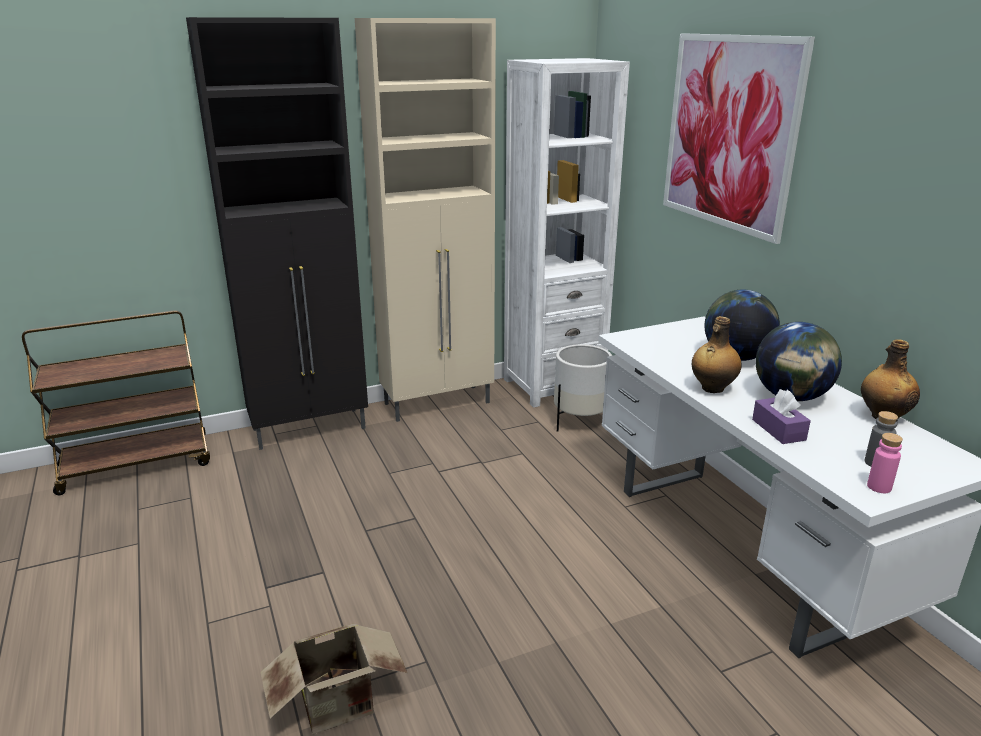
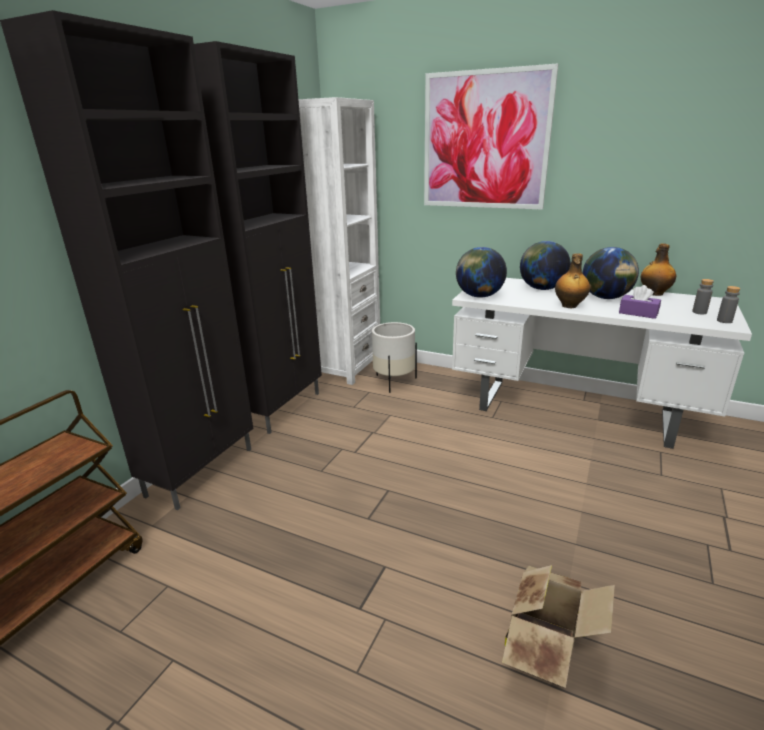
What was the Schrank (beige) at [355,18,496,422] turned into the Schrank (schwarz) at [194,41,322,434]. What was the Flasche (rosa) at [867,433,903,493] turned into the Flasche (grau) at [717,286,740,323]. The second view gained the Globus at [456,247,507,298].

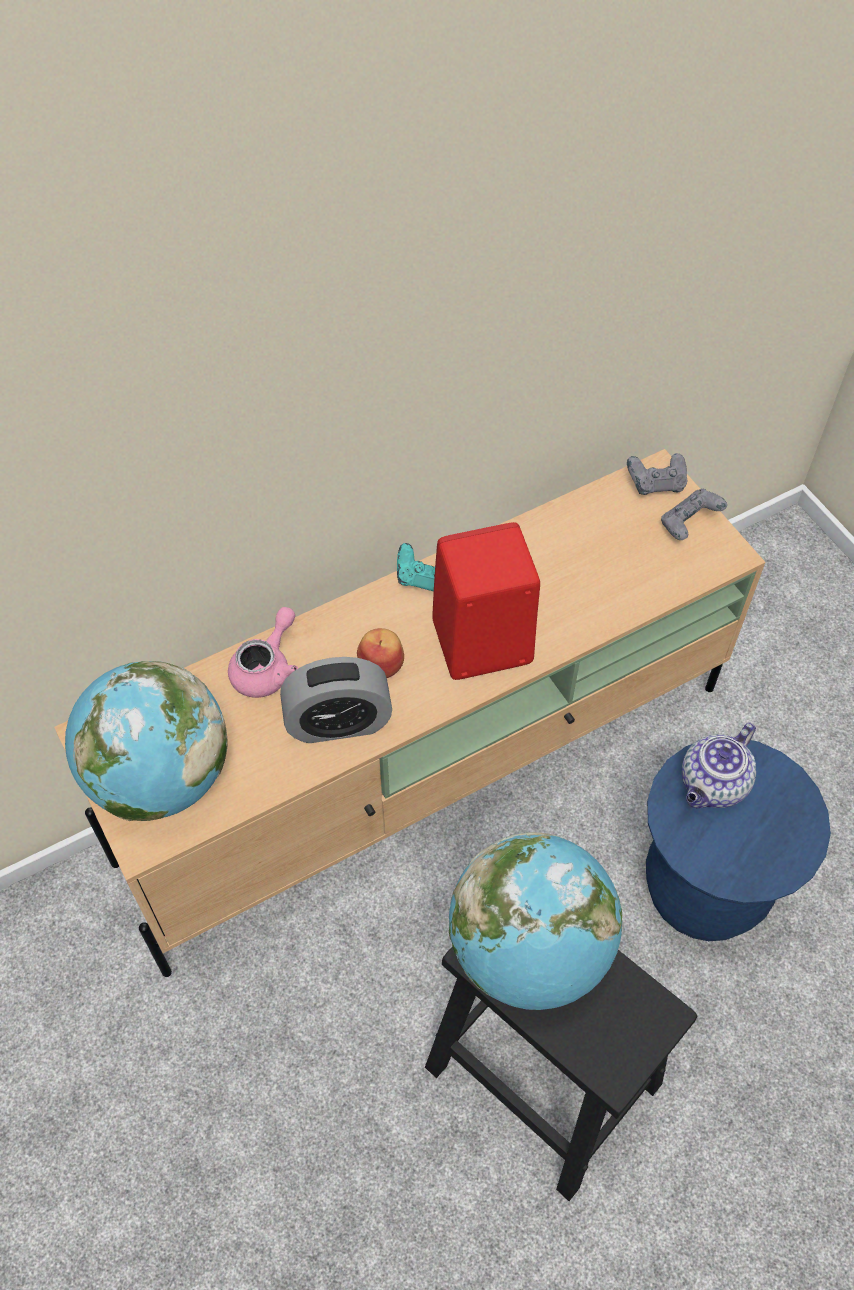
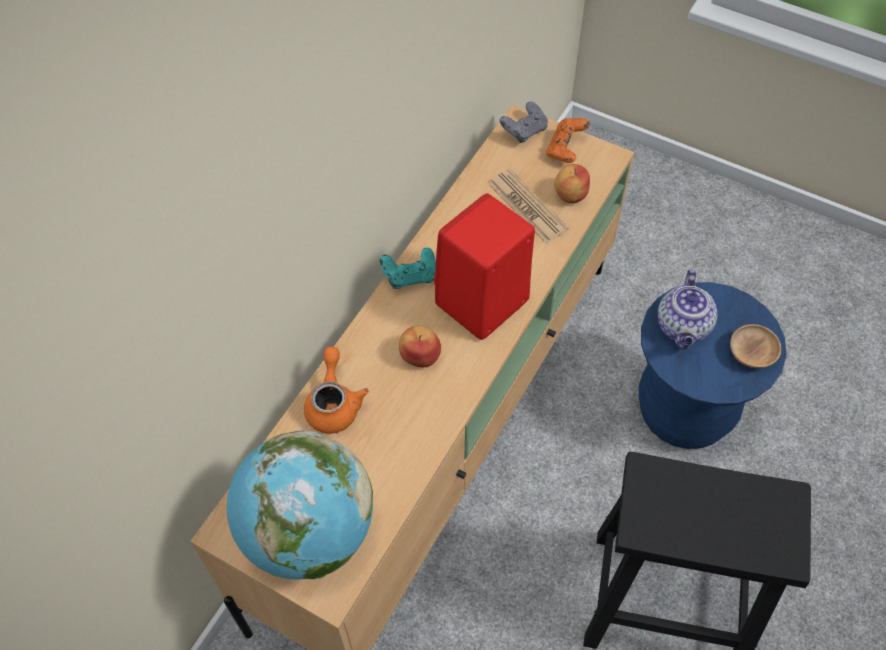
What was the Gamepad (grau) at [661,489,727,540] turned into the Gamepad (orange) at [546,118,590,163]. What was the Teekanne (rosa) at [228,607,298,698] turned into the Teekanne (orange) at [304,347,369,434]. The second view lost the Wecker at [280,657,392,743]. The second view lost the Globus at [449,832,622,1010]. The second view gained the Apfel at [554,164,590,203]. The second view gained the Zeitung at [488,169,569,243]. The second view gained the Schüssel (braun) at [730,324,781,369].

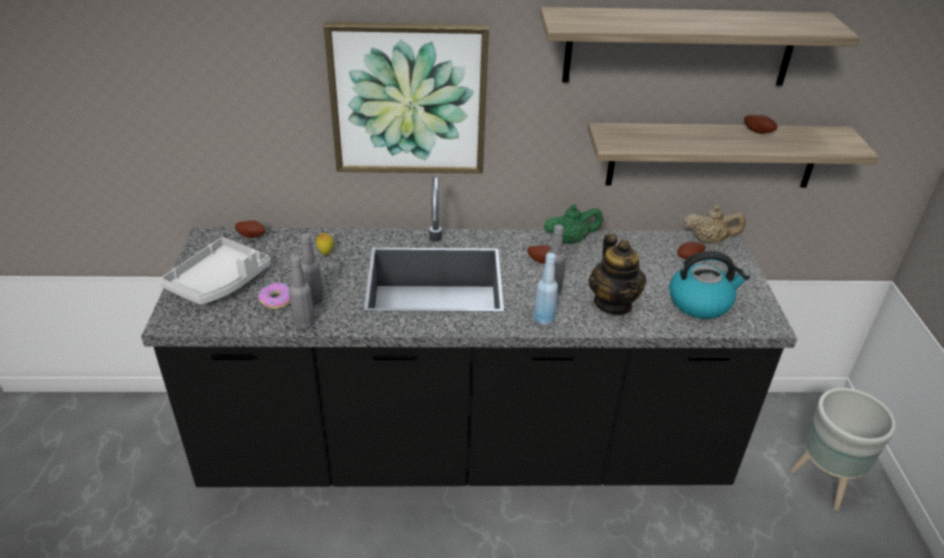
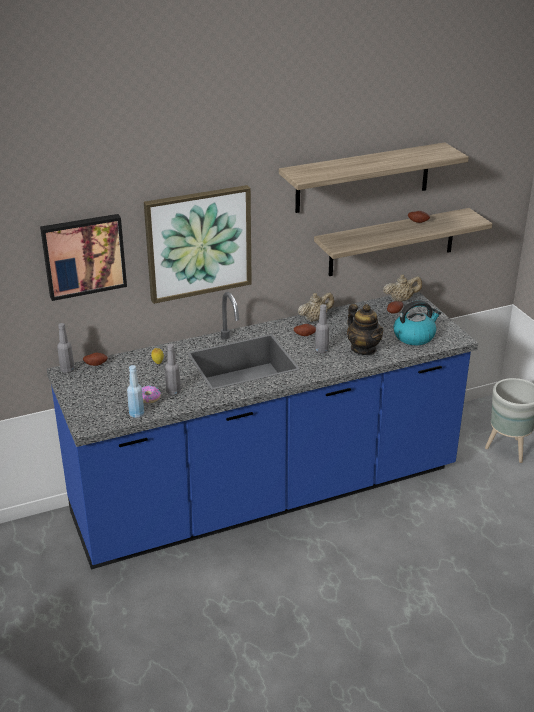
What was the Küchenzeile (schwarz) at [141,176,797,487] turned into the Küchenzeile (blau) at [47,292,478,569]. What was the Teekanne (grün) at [544,204,603,244] turned into the Teekanne (beige) at [298,292,334,322]. The second view lost the Tablett (grau) at [160,237,271,305]. The Flasche (blau) ended up elsewhere, having gone from [534,253,558,325] to [127,365,144,418]. The Flasche (grau) ended up elsewhere, having gone from [289,256,315,329] to [57,323,75,373]. The second view gained the Bild at [40,214,127,301].

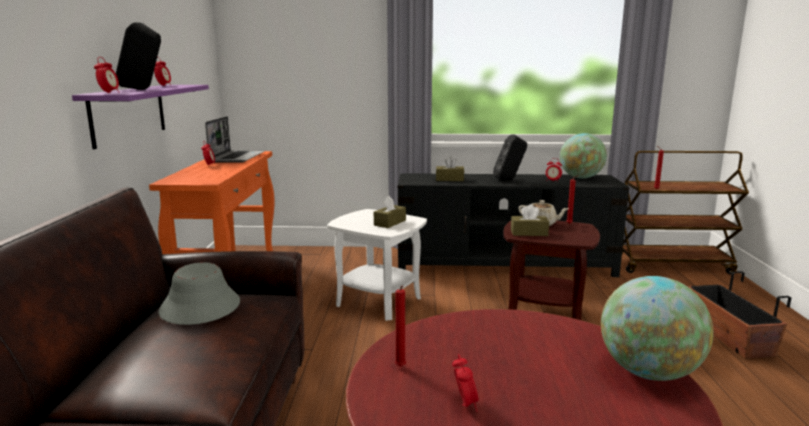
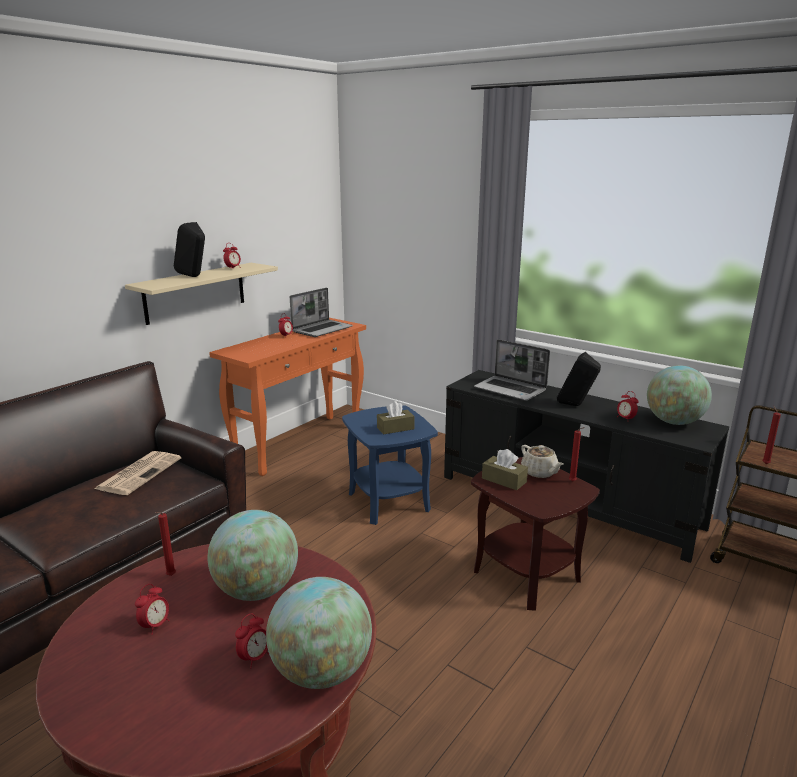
The Wecker ended up elsewhere, having gone from [94,57,119,94] to [235,613,269,668]. What was the Wandregal (lila) at [72,85,209,149] turned into the Wandregal (beige) at [125,263,278,325]. Where the Taschentuchbox (braun) stood at [436,156,464,181], the Laptop came to stand at [474,339,550,401]. What was the Beistelltisch (weiß) at [327,209,427,321] turned into the Beistelltisch (blau) at [342,405,438,525]. Where the Hut (grau) stood at [159,262,240,325], the Zeitung came to stand at [95,451,181,495]. The second view lost the Pflanzkübel at [687,271,791,358]. The second view gained the Globus at [208,510,298,601].

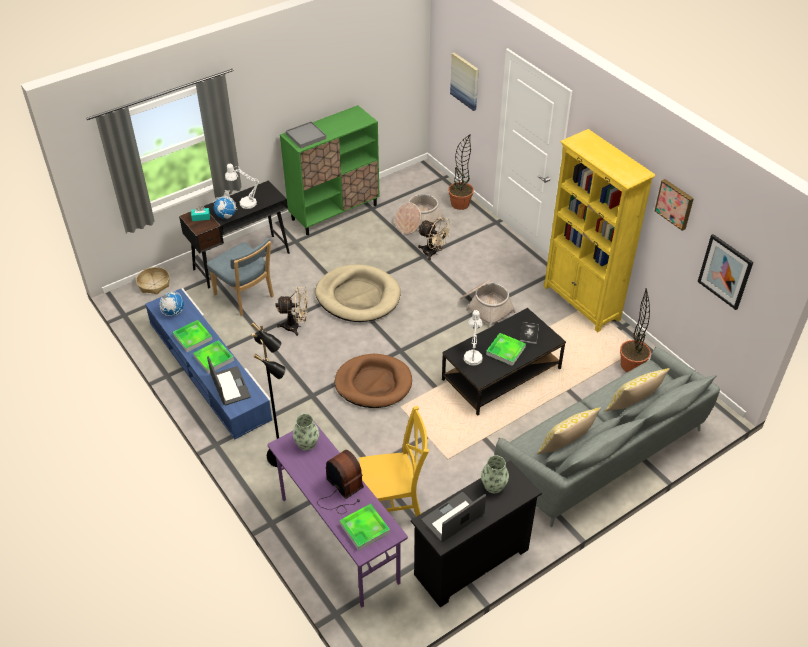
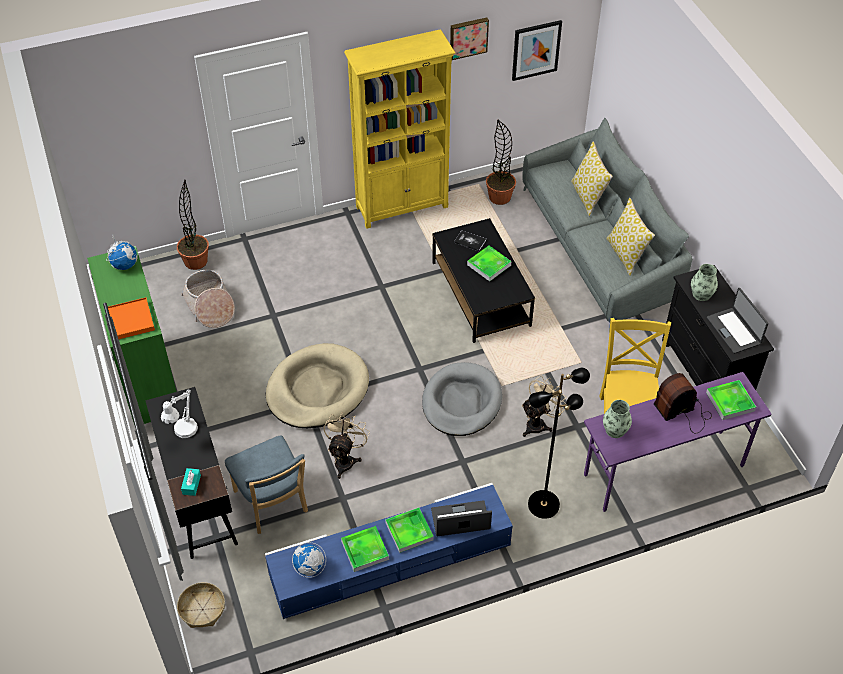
The second view lost the Bild at [450,52,479,111]. What was the Tablett (grau) at [286,122,326,148] turned into the Tablett (orange) at [108,297,155,339]. The Globus ended up elsewhere, having gone from [213,190,238,219] to [106,235,138,270]. The Ventilator (beige) ended up elsewhere, having gone from [417,217,452,260] to [521,376,567,437]. The Stuhl (blau) at [207,238,274,316] ended up facing another way, 90 degrees clockwise from before. The second view lost the Korb at [461,280,516,328]. The second view lost the Tischlampe (weiß) at [464,310,483,366]. What was the Hundebett (braun) at [335,354,412,408] turned into the Hundebett (grau) at [422,362,502,436].

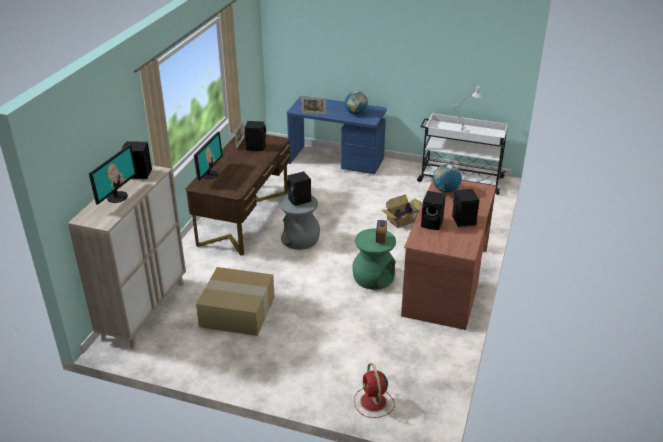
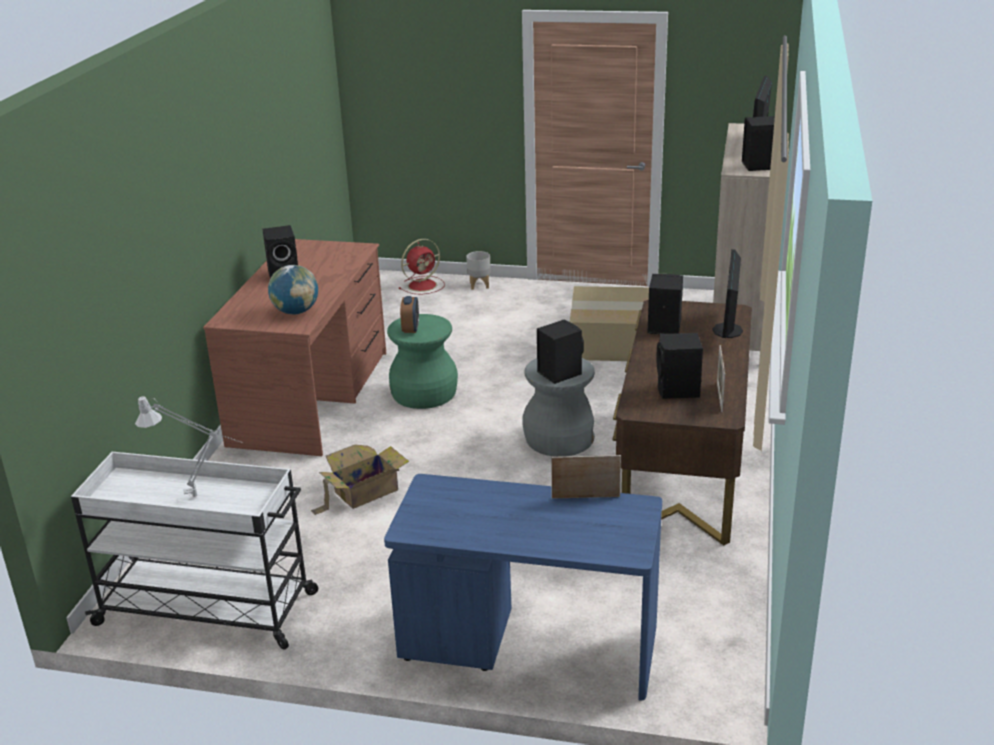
The second view lost the Globus at [345,91,368,115]. The Lautsprecher (schwarz) ended up elsewhere, having gone from [421,191,446,230] to [648,274,683,334]. The Ventilator (rot) at [354,363,395,418] ended up facing another way, 75 degrees clockwise from before. The second view gained the Pflanzkübel (grau) at [466,251,491,290].

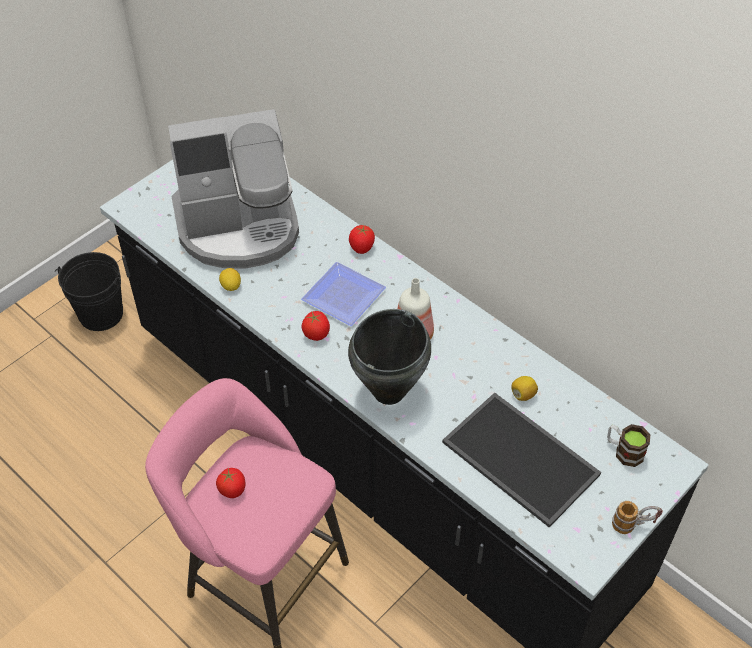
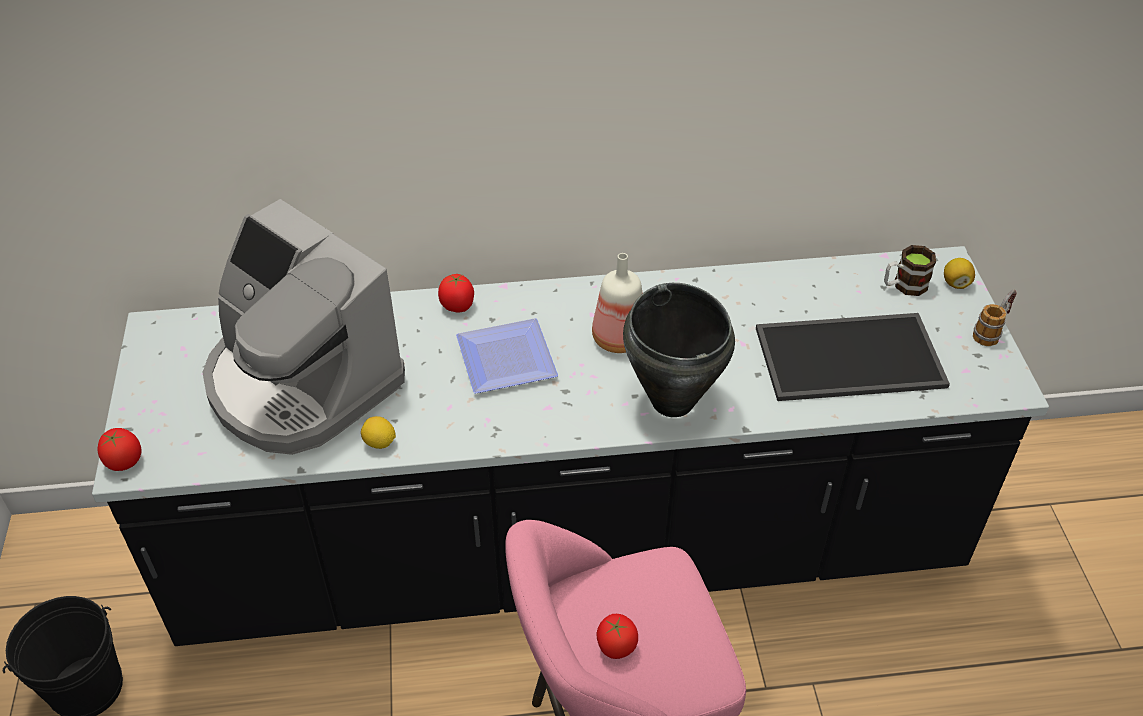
The Kaffeemaschine at [168,109,299,268] ended up facing another way, 105 degrees clockwise from before. The Tomate ended up elsewhere, having gone from [302,311,330,341] to [97,428,141,471]. The Zitrone ended up elsewhere, having gone from [511,376,538,401] to [944,258,975,289].

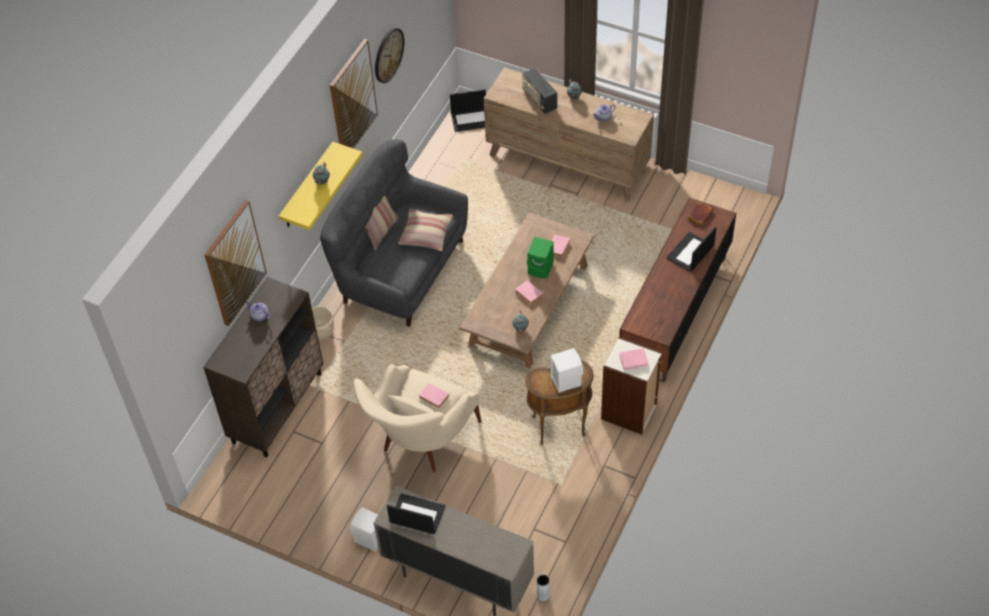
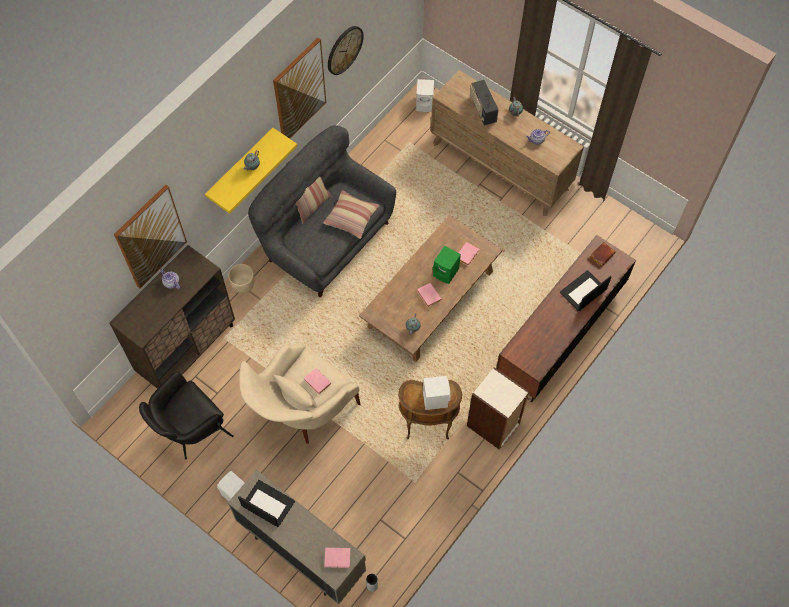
Where the Laptop stood at [450,89,486,132], the Lautsprecher (weiß) came to stand at [416,79,434,112]. The Buch (rosa) ended up elsewhere, having gone from [619,348,648,370] to [324,548,350,568]. The second view gained the Sessel (schwarz) at [139,372,234,460].

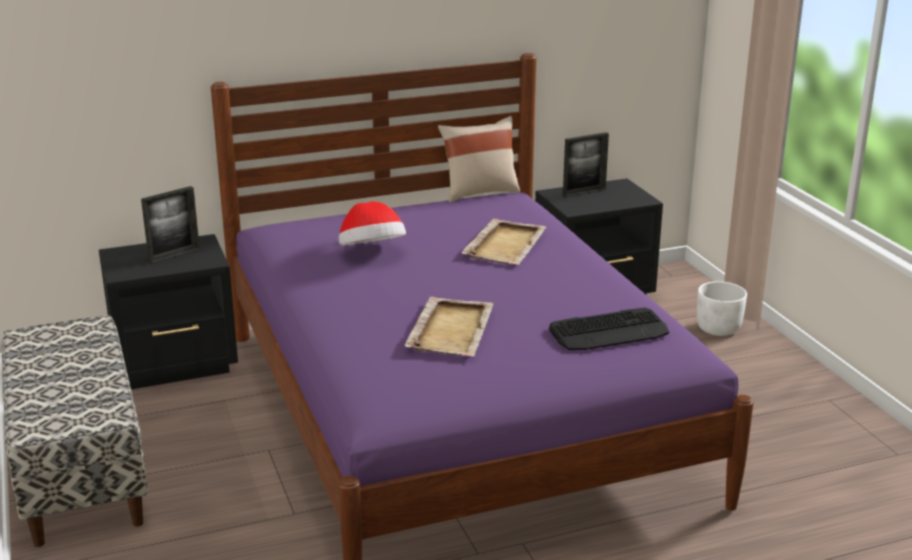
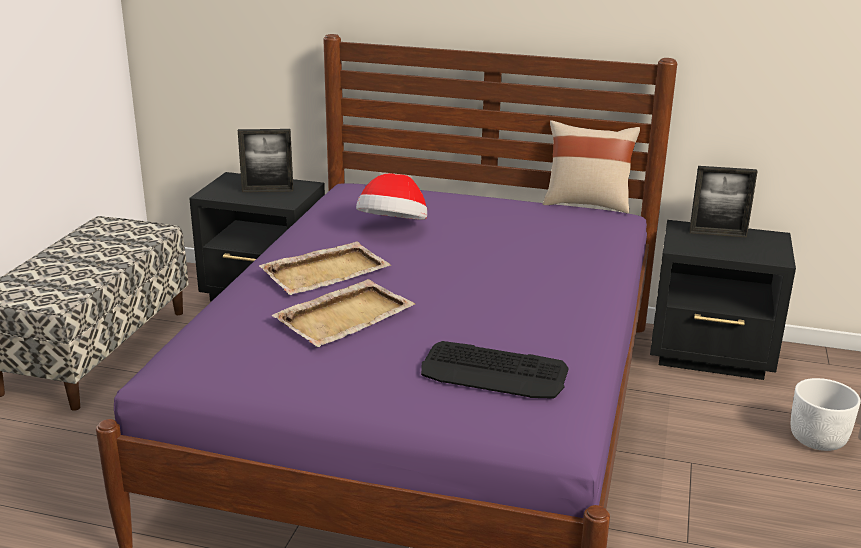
The Tablett (beige) ended up elsewhere, having gone from [462,218,546,265] to [259,242,391,295].

